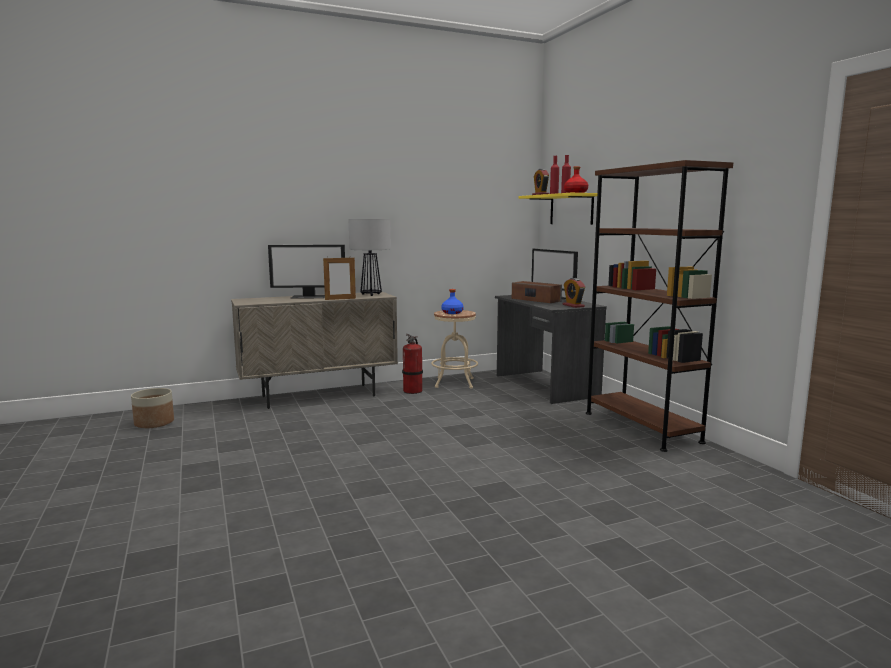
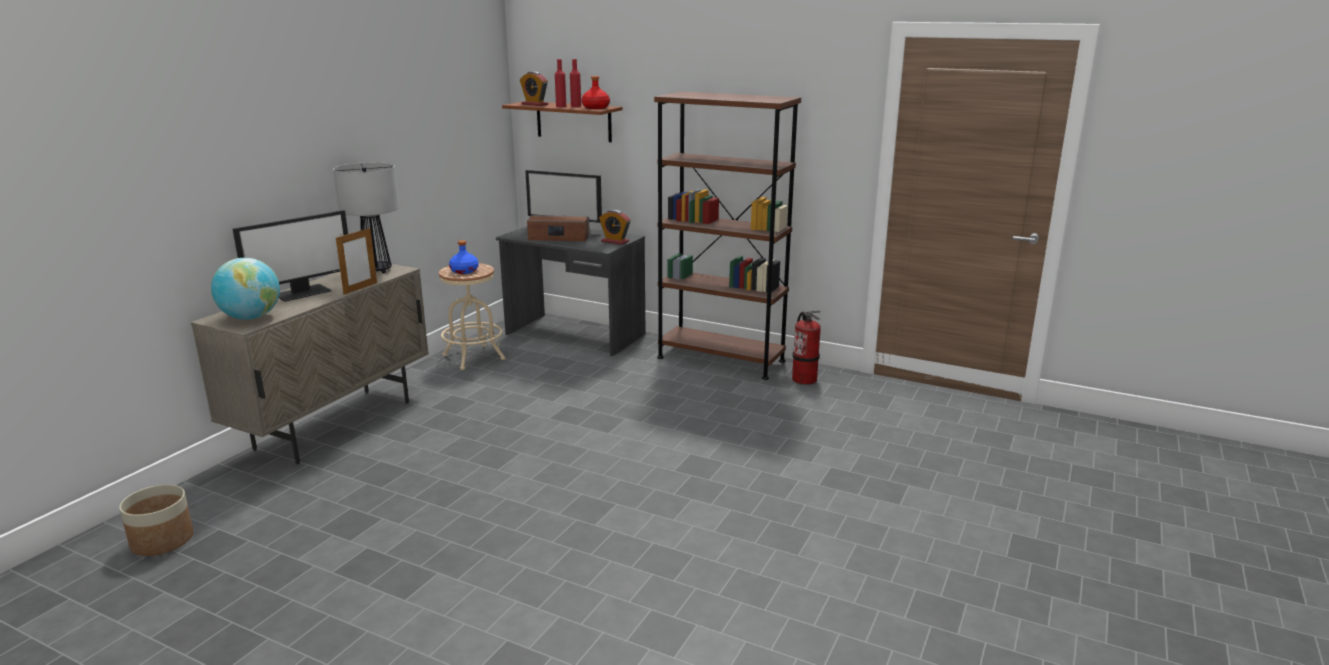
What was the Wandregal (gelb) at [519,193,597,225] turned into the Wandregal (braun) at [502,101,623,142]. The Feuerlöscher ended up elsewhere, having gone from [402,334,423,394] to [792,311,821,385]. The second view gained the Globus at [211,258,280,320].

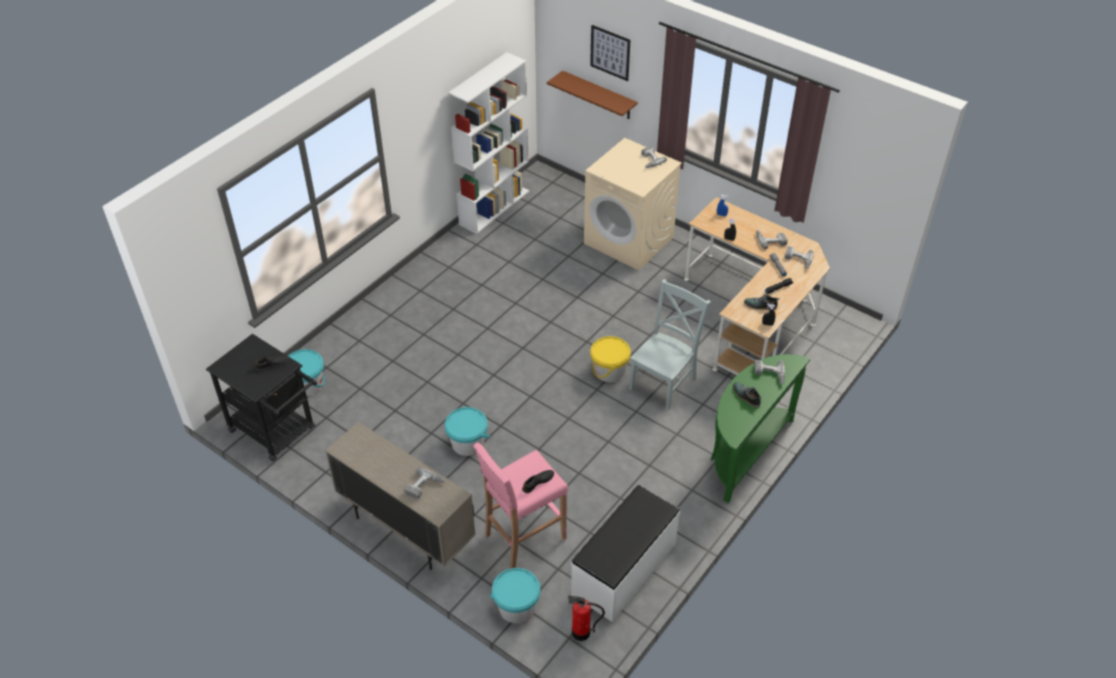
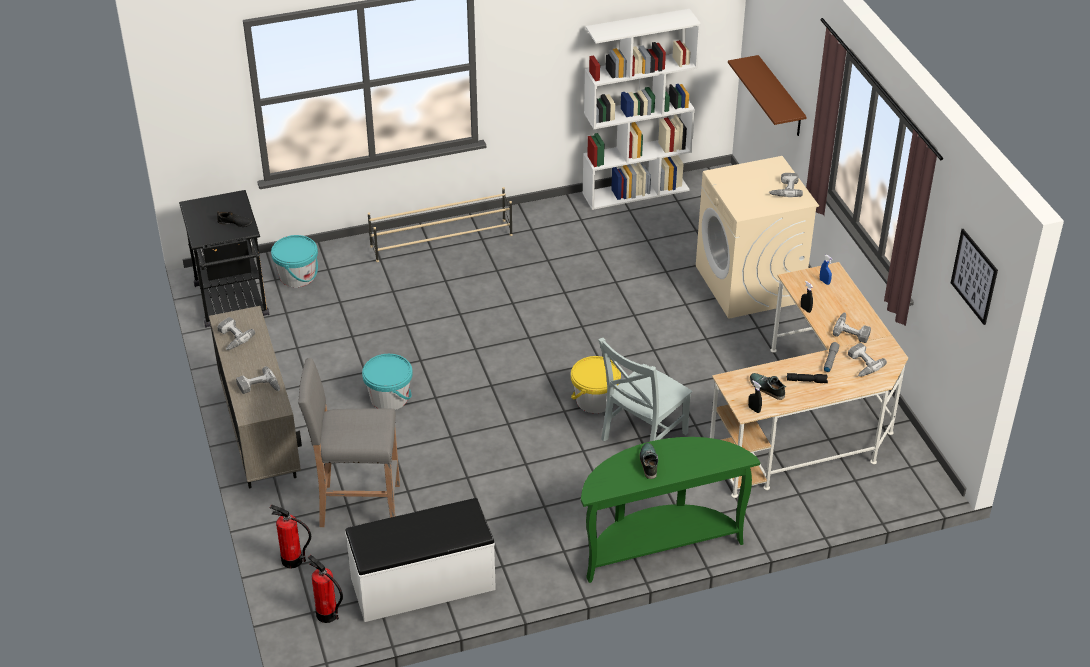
The Bild ended up elsewhere, having gone from [590,25,631,81] to [951,229,998,325]. The Stuhl (grau) at [629,279,711,410] ended up facing another way, 150 degrees clockwise from before. The Bohrmaschine ended up elsewhere, having gone from [754,360,785,385] to [217,317,255,350]. What was the Hocker (rosa) at [473,443,568,568] turned into the Hocker (grau) at [298,358,400,527]. The second view lost the Schuh (schwarz) at [522,470,554,493]. Where the Eimer (türkis) stood at [490,568,541,623], the Feuerlöscher came to stand at [270,505,311,569]. The second view gained the Schuhregal (beige) at [368,187,513,262].

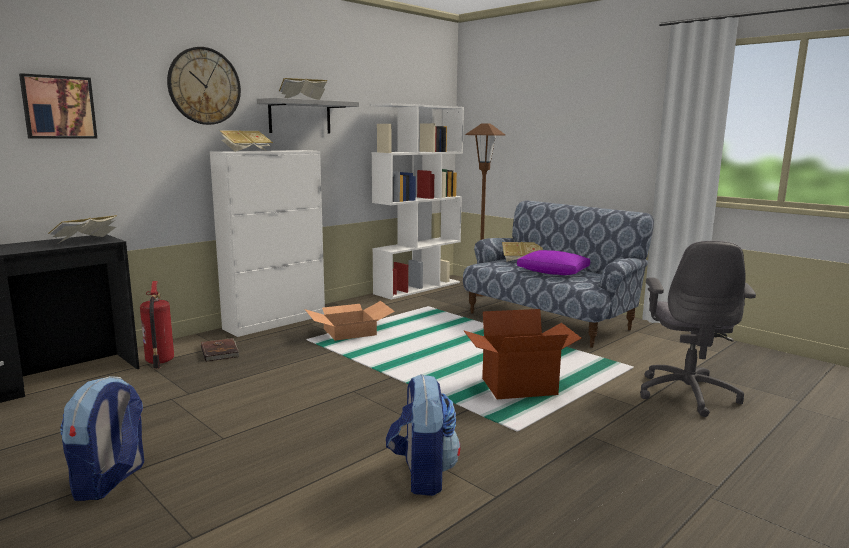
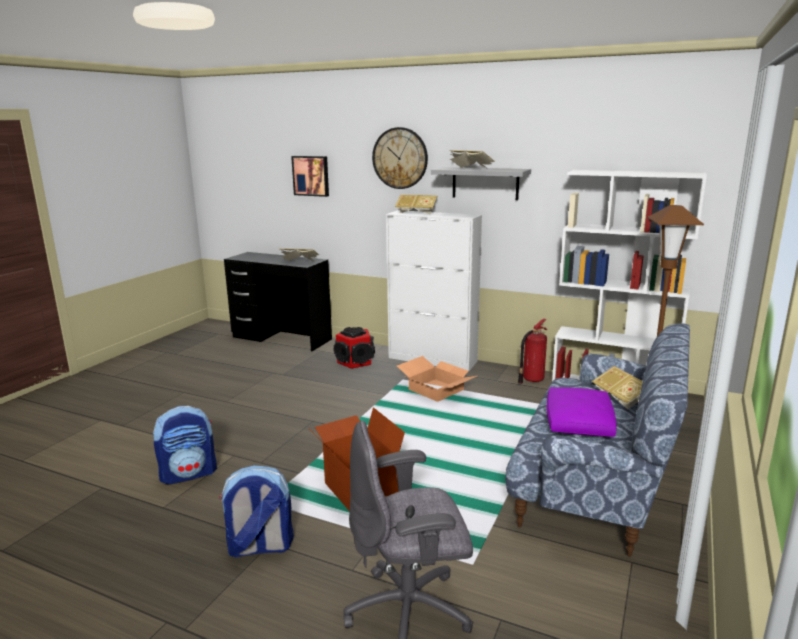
The Feuerlöscher ended up elsewhere, having gone from [140,281,174,369] to [518,319,547,384]. Where the Buch (braun) stood at [201,338,239,362], the Lautsprecher came to stand at [333,327,375,369]. The Rucksack ended up elsewhere, having gone from [60,376,144,501] to [219,465,294,557].

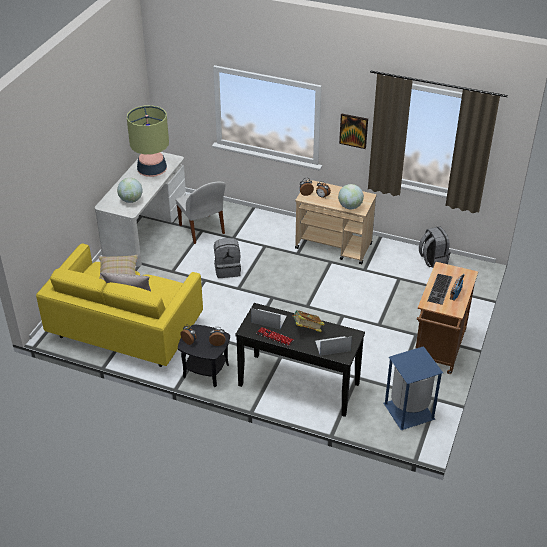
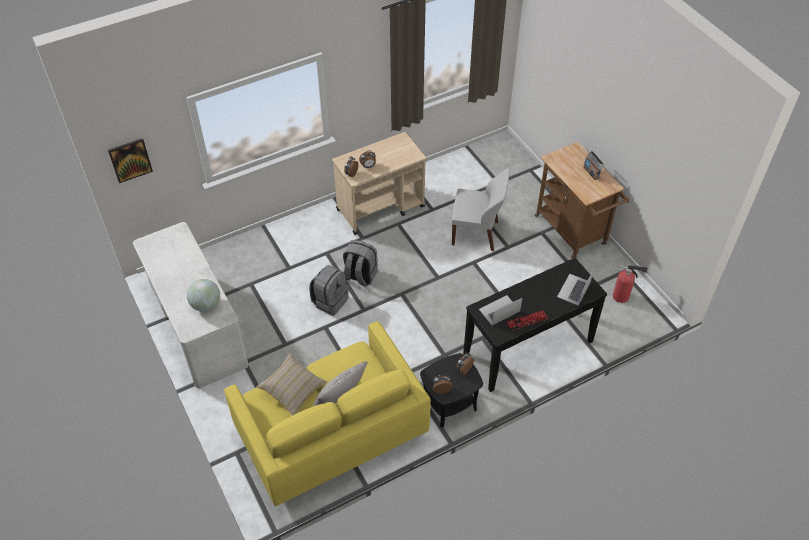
The second view lost the Tischlampe at [127,105,169,177]. The Bild ended up elsewhere, having gone from [339,113,368,149] to [108,138,153,183]. The Stuhl (weiß) ended up elsewhere, having gone from [176,182,226,244] to [452,168,510,251]. The second view lost the Globus at [338,184,364,209]. The Rucksack (grau) ended up elsewhere, having gone from [419,226,450,268] to [343,240,378,286]. The second view lost the Tastatur at [427,274,452,305]. The second view lost the Buch at [292,310,324,332]. Where the Mülleimer (blau) stood at [384,346,443,430], the Feuerlöscher came to stand at [613,264,648,303].

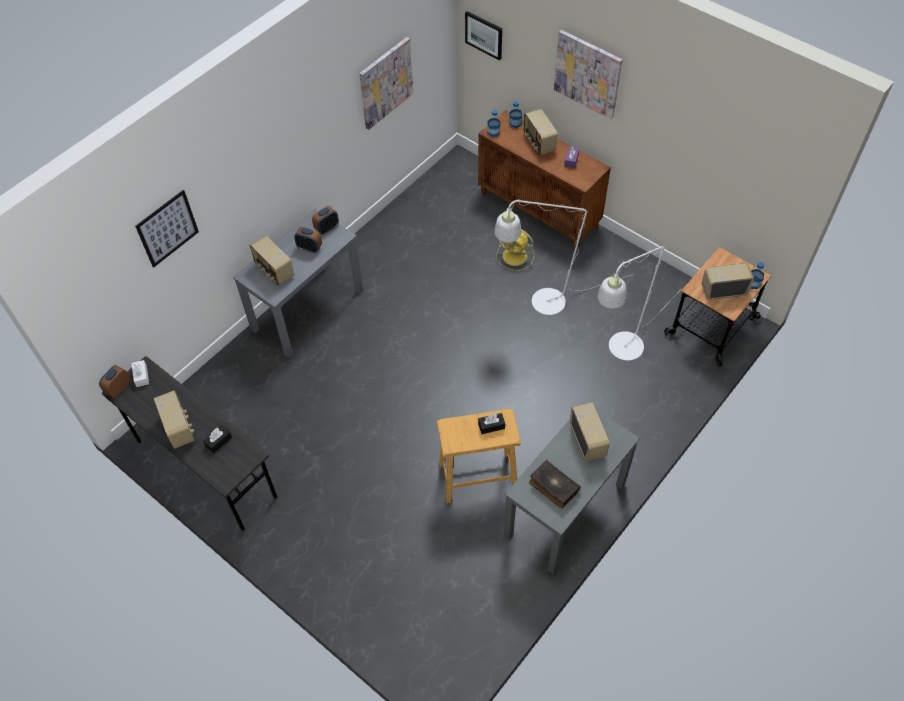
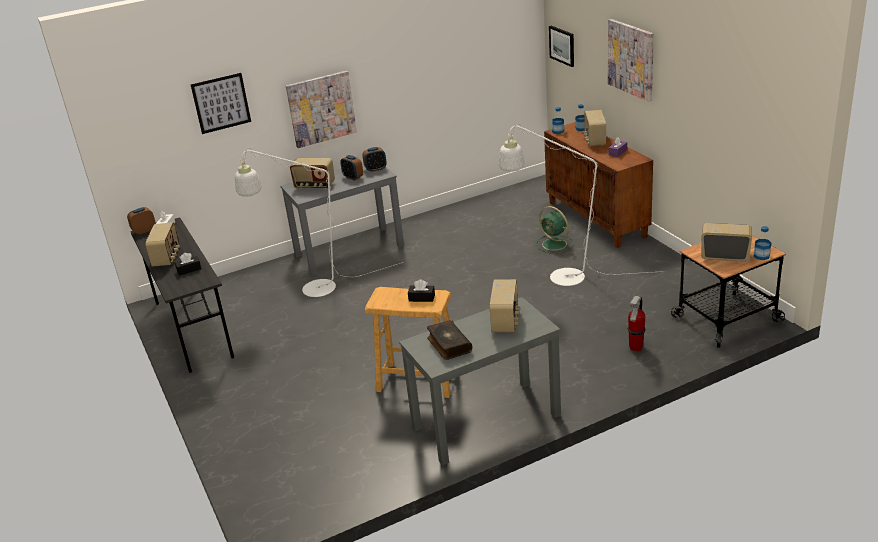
The Bild ended up elsewhere, having gone from [359,37,414,130] to [286,71,357,148]. What was the Ventilator (gelb) at [497,229,534,271] turned into the Ventilator (grün) at [536,206,574,254]. The Radio at [250,236,294,286] ended up facing another way, 60 degrees counterclockwise from before. The Stehlampe (weiß) ended up elsewhere, having gone from [598,246,680,361] to [235,148,404,297]. The second view gained the Feuerlöscher at [628,296,646,351].

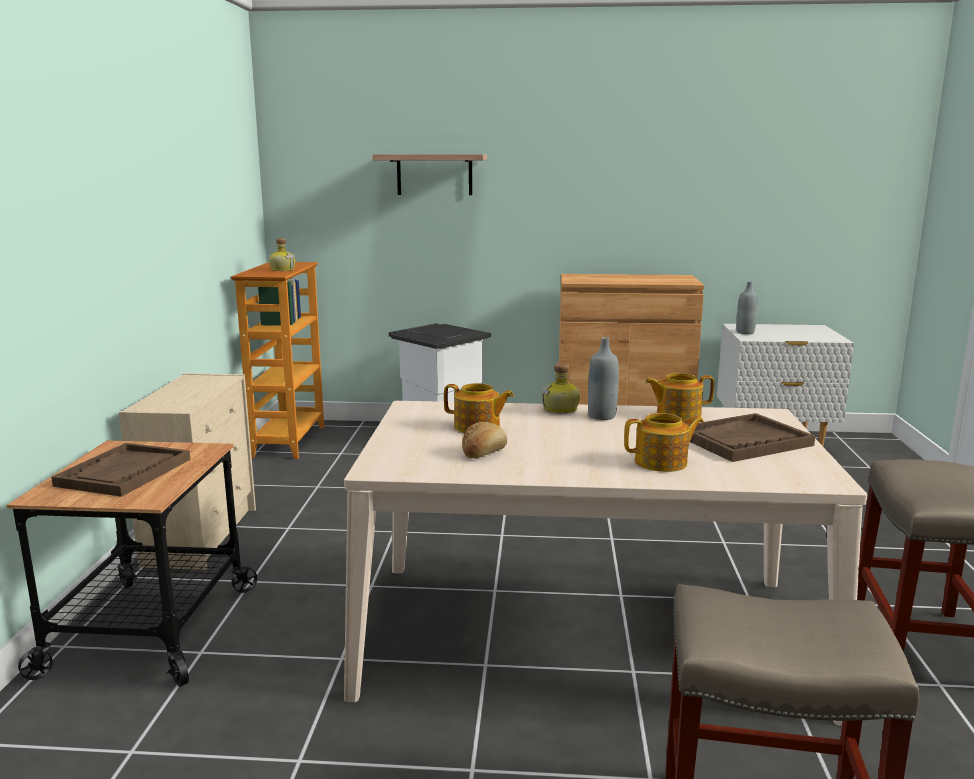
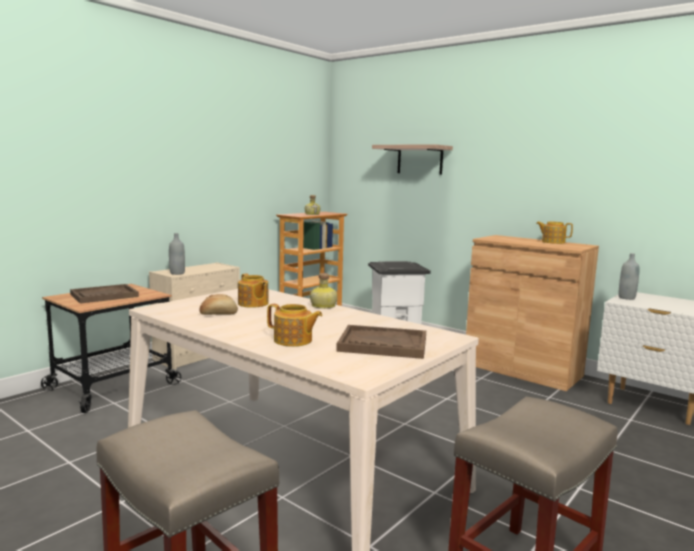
The Flasche (grau) ended up elsewhere, having gone from [588,337,619,420] to [169,233,185,275]. The Teekanne ended up elsewhere, having gone from [645,373,714,421] to [536,221,573,244].

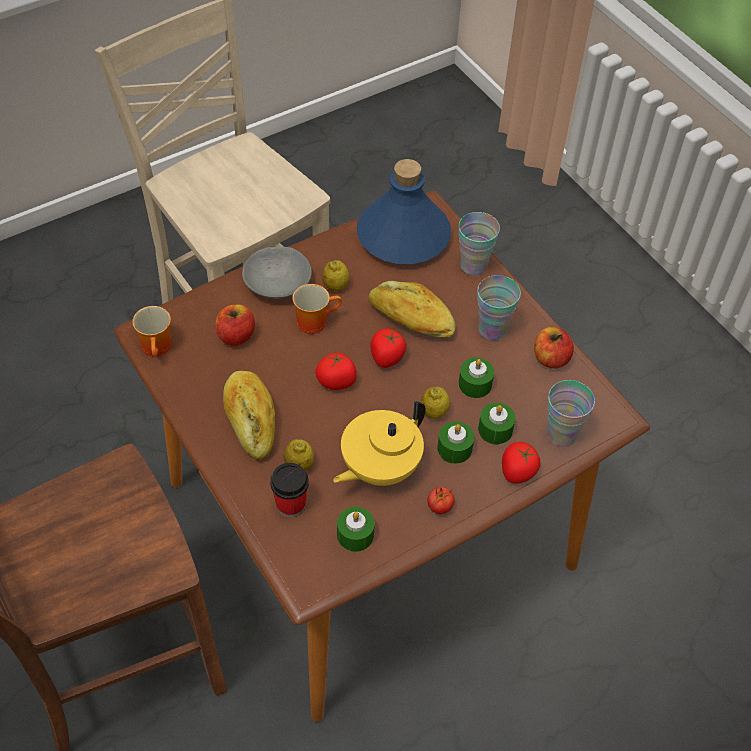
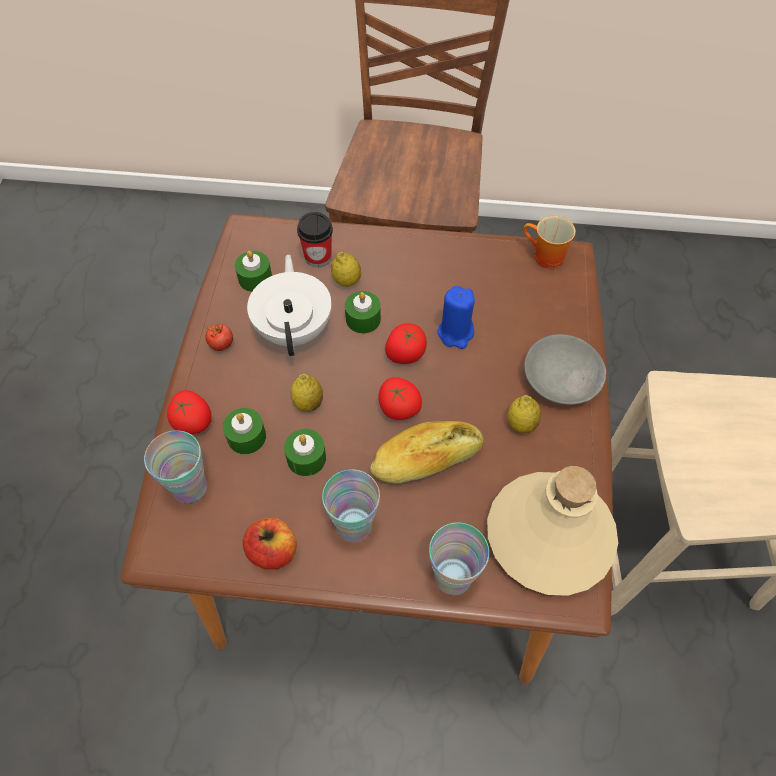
What was the Flasche (blau) at [357,159,451,264] turned into the Flasche (beige) at [487,466,618,596]. The second view lost the Henkelbecher at [292,284,342,334]. The second view lost the Apfel at [215,304,255,346]. The second view lost the Brot at [223,371,275,460]. What was the Teekanne (gelb) at [333,401,426,486] turned into the Teekanne (weiß) at [247,254,332,356]. The Kerze (grün) ended up elsewhere, having gone from [437,421,474,464] to [345,291,381,333]. The second view gained the Kerze (blau) at [437,286,475,349].

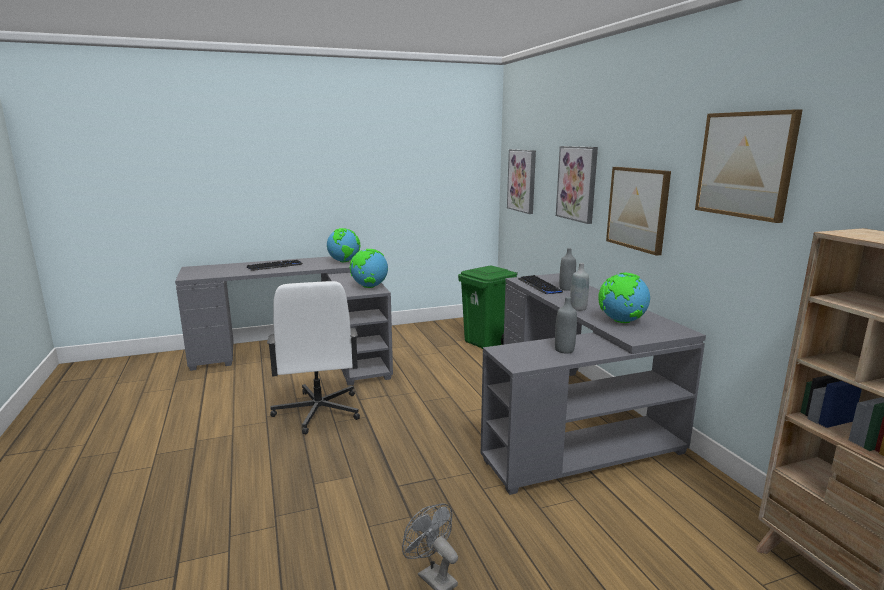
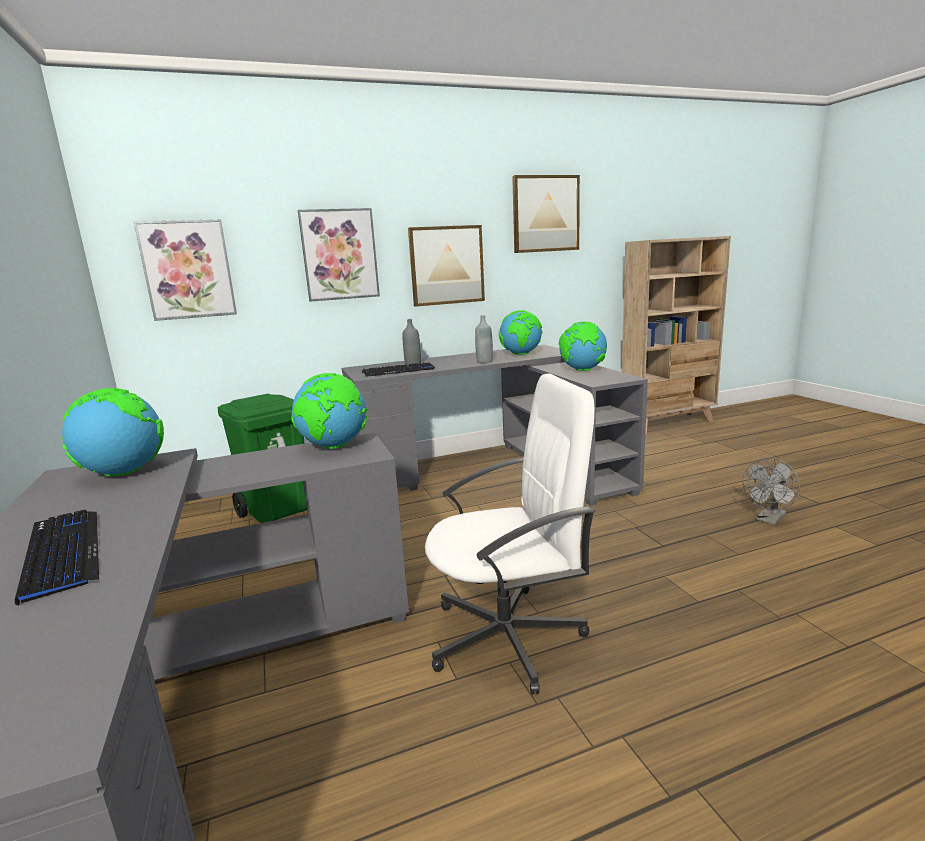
Where the Flasche (grau) stood at [555,297,577,354], the Globus came to stand at [559,321,607,371].

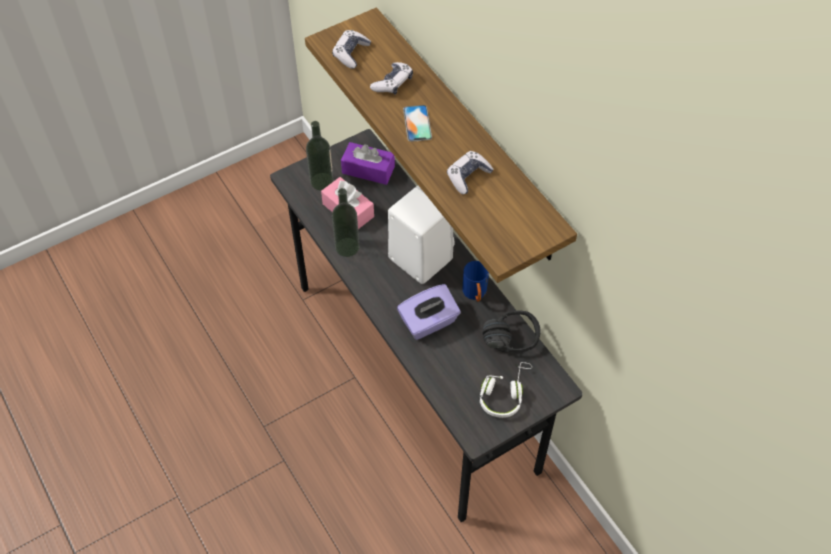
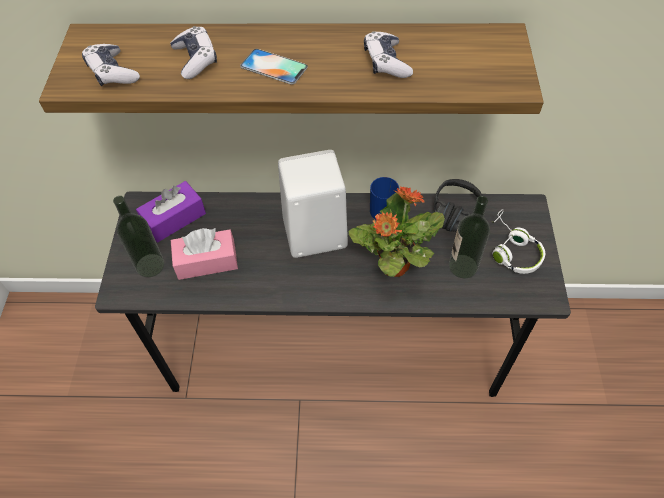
The Flasche ended up elsewhere, having gone from [332,188,360,257] to [449,196,490,278]. Where the Taschentuchbox (lila) stood at [397,284,461,340], the Topfpflanze came to stand at [349,186,445,277].

